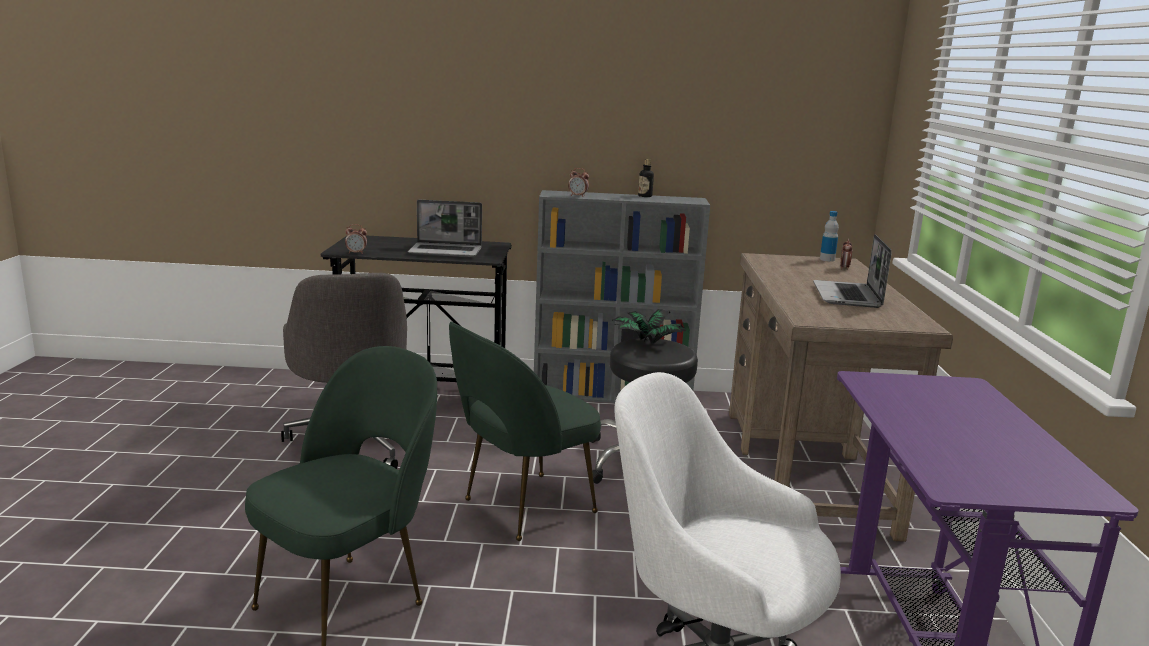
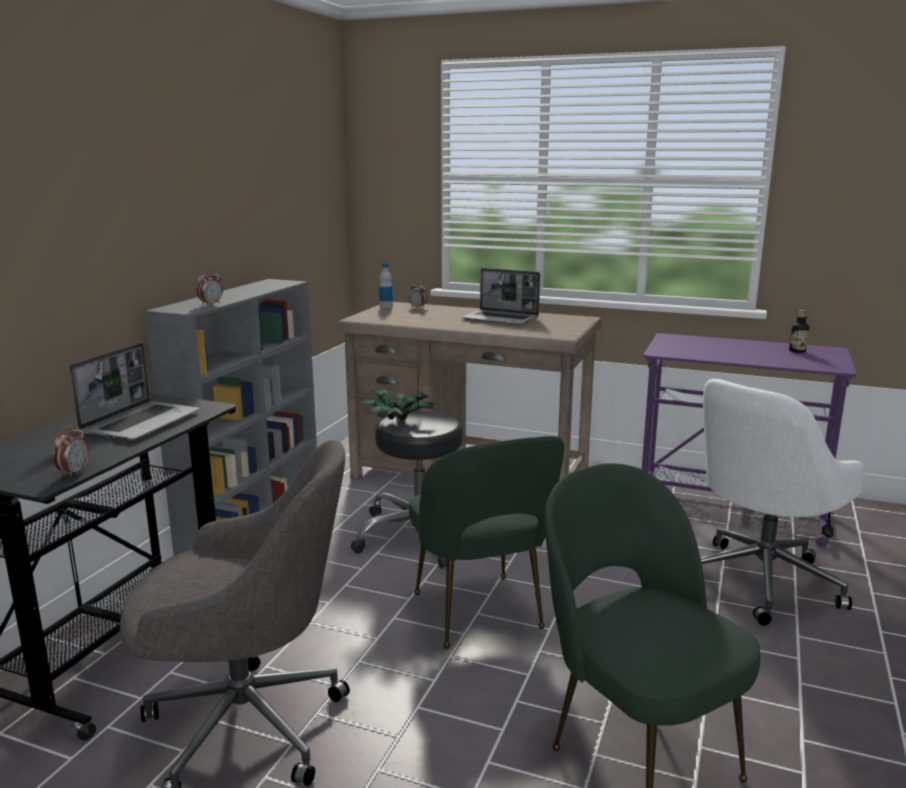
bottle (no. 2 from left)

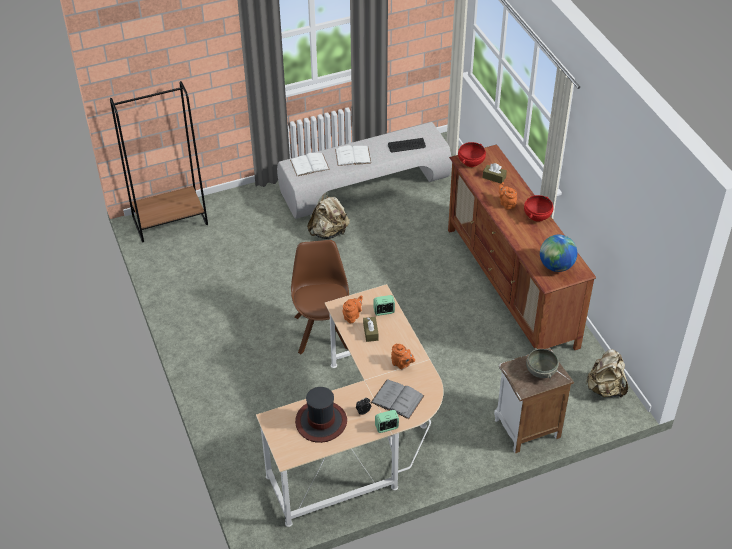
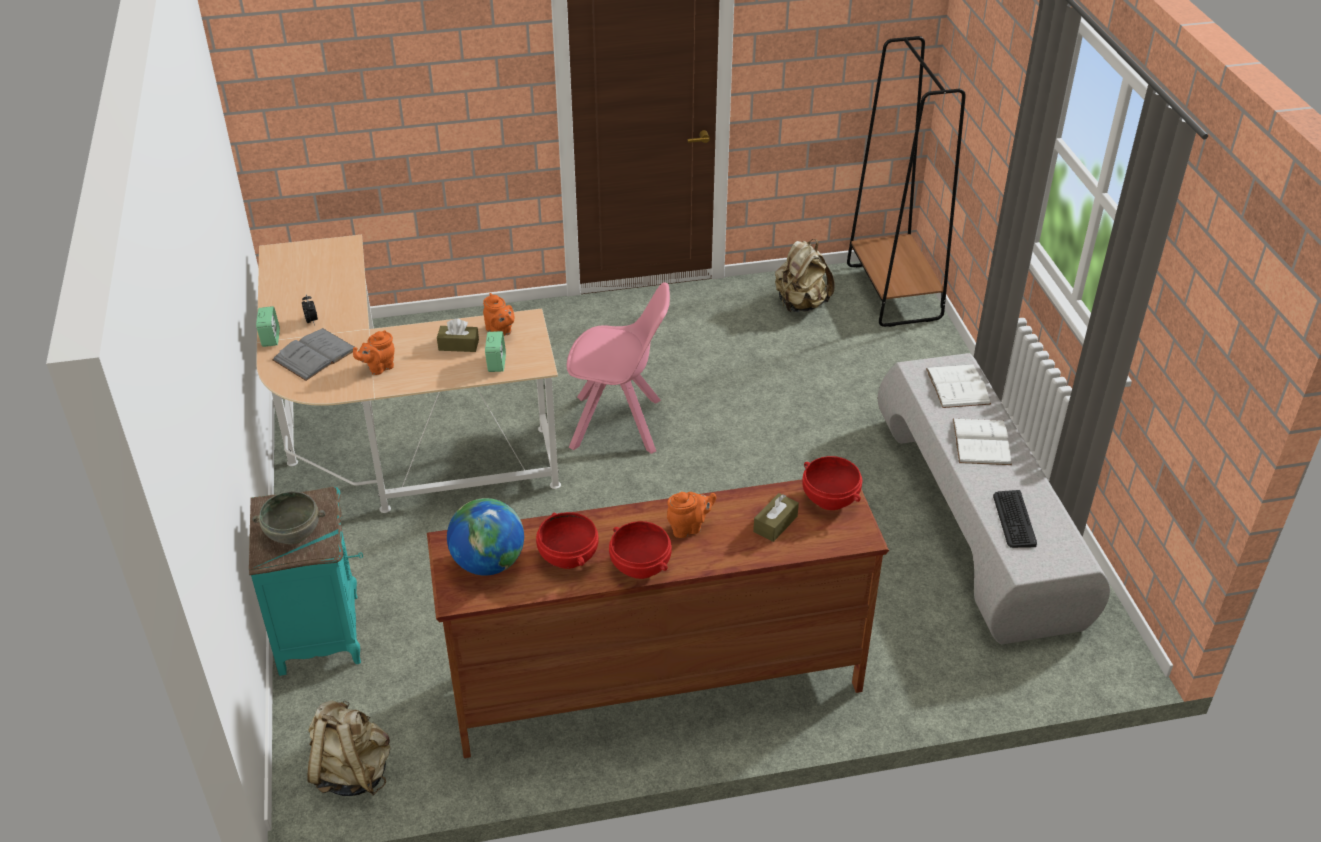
pinkish chair
hat
sand-coloured rucksack (no. 2 from left)
turquoise-coloured bedside table
red deep dish (no. 1 from left)

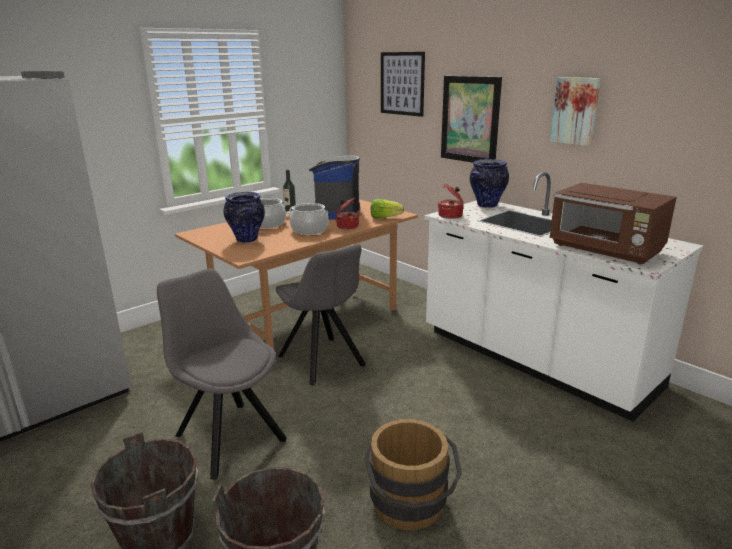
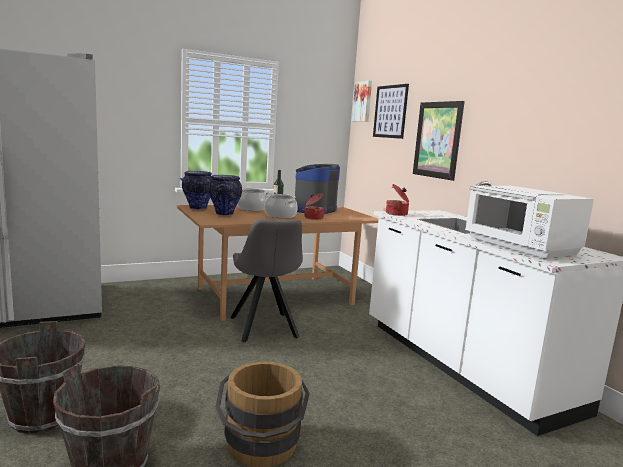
greyish chair (no. 1 from left in the first image)
lettuce
decorative vase (no. 1 from left)
white-coloured microwave
picture (no. 1 from left)

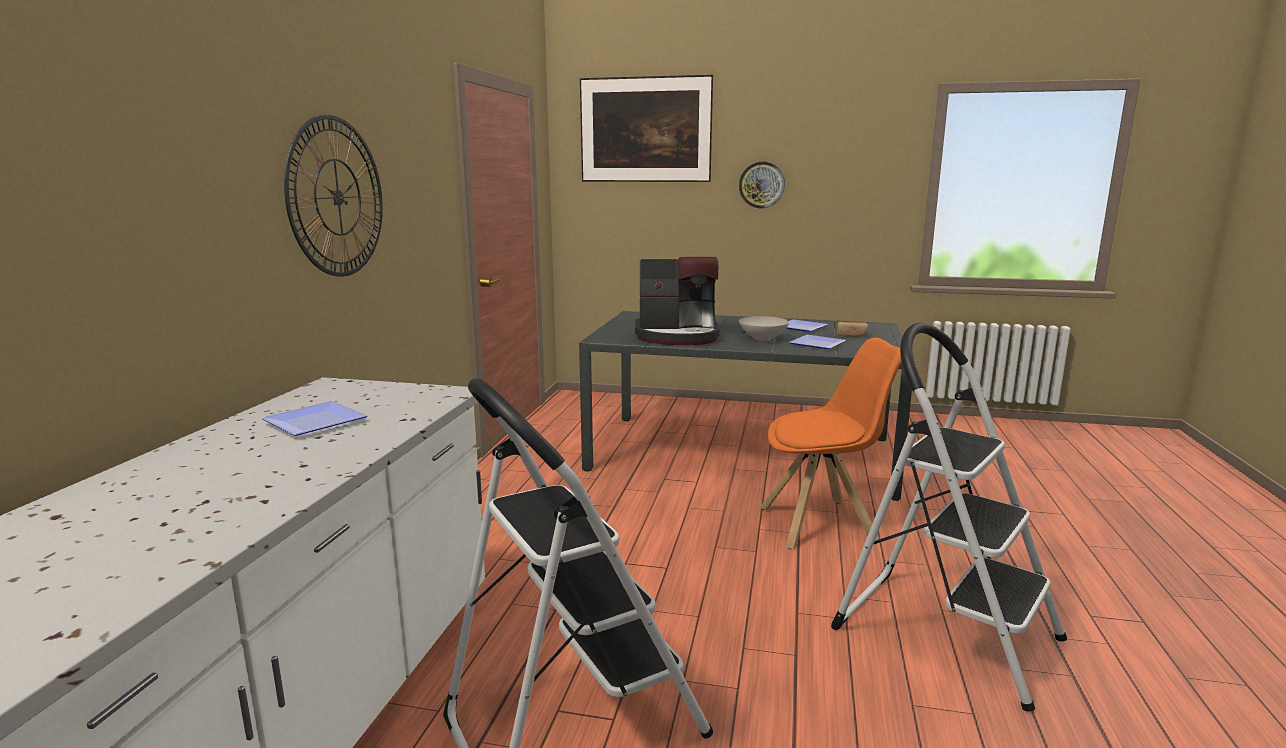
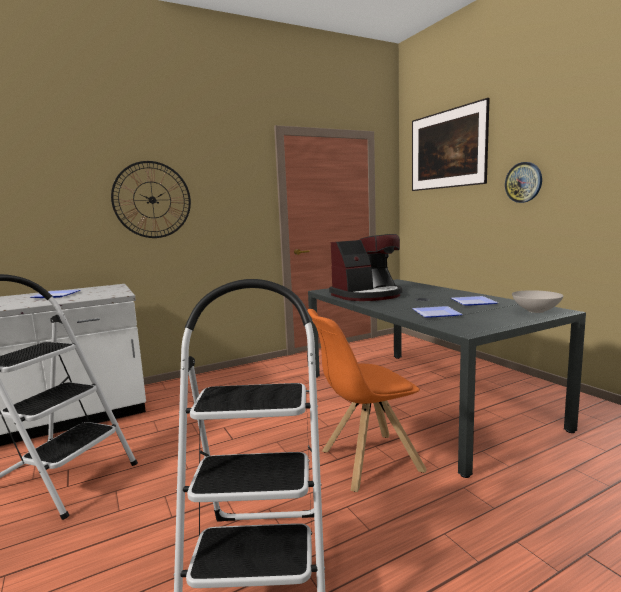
coffee brewer
white-coloured deep dish
orange chair
baked bread

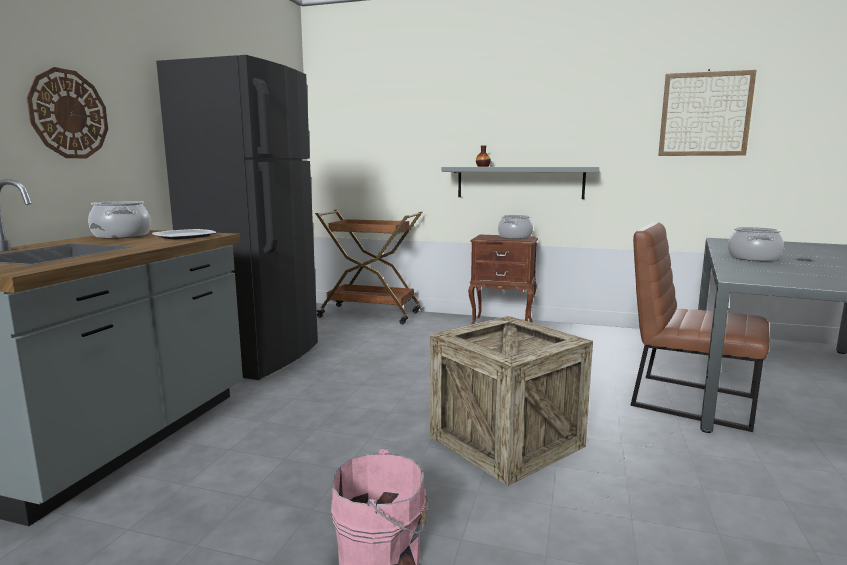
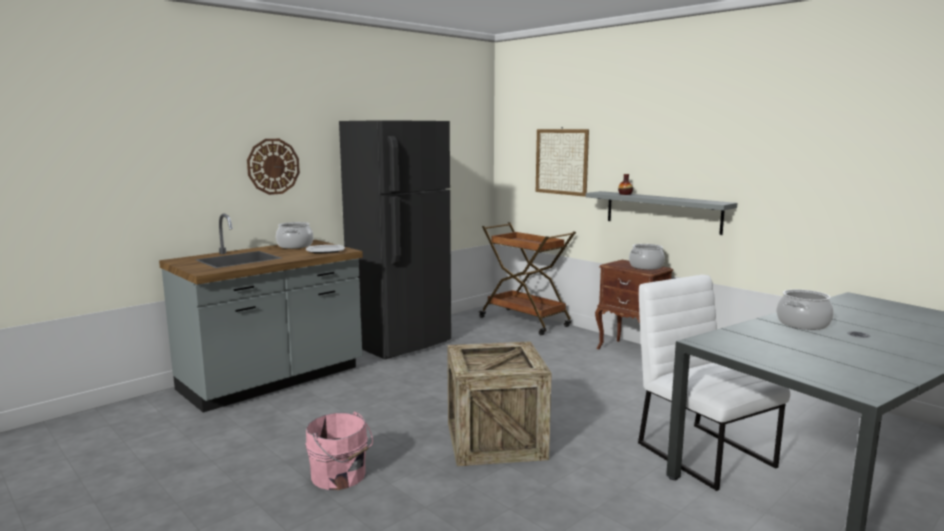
white-coloured chair
picture

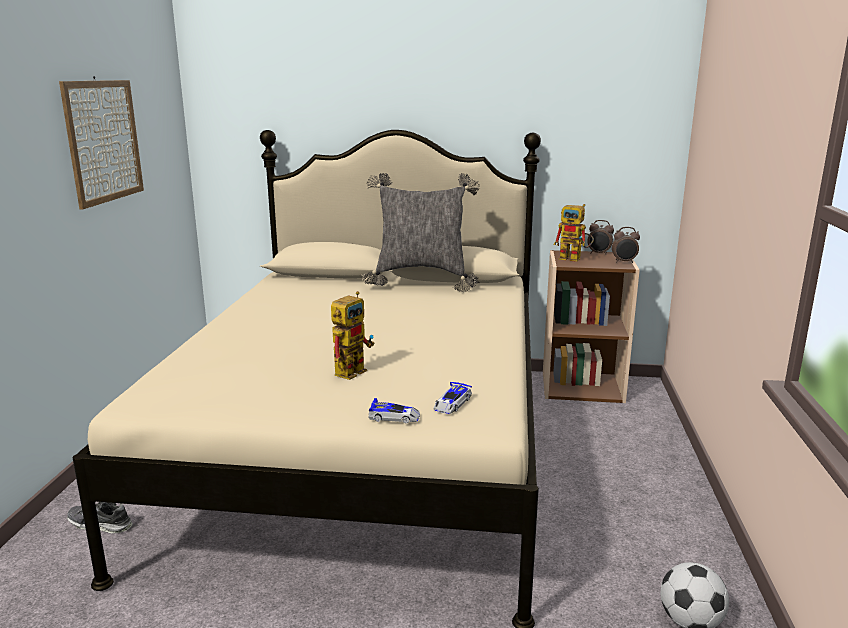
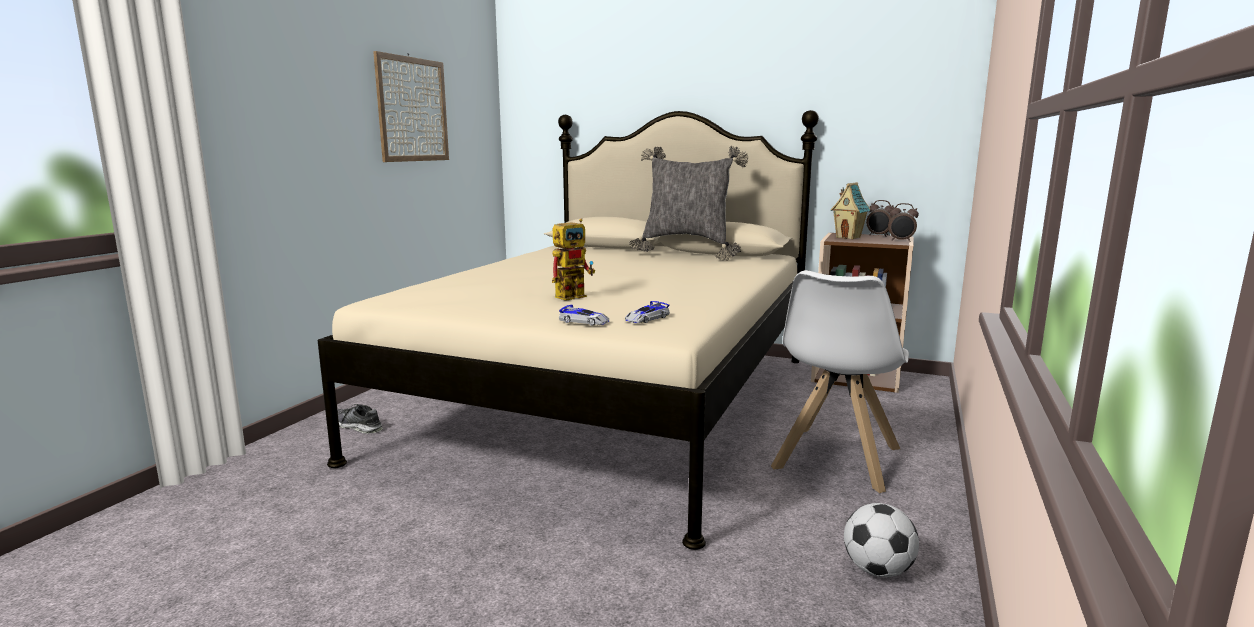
toy house
chair

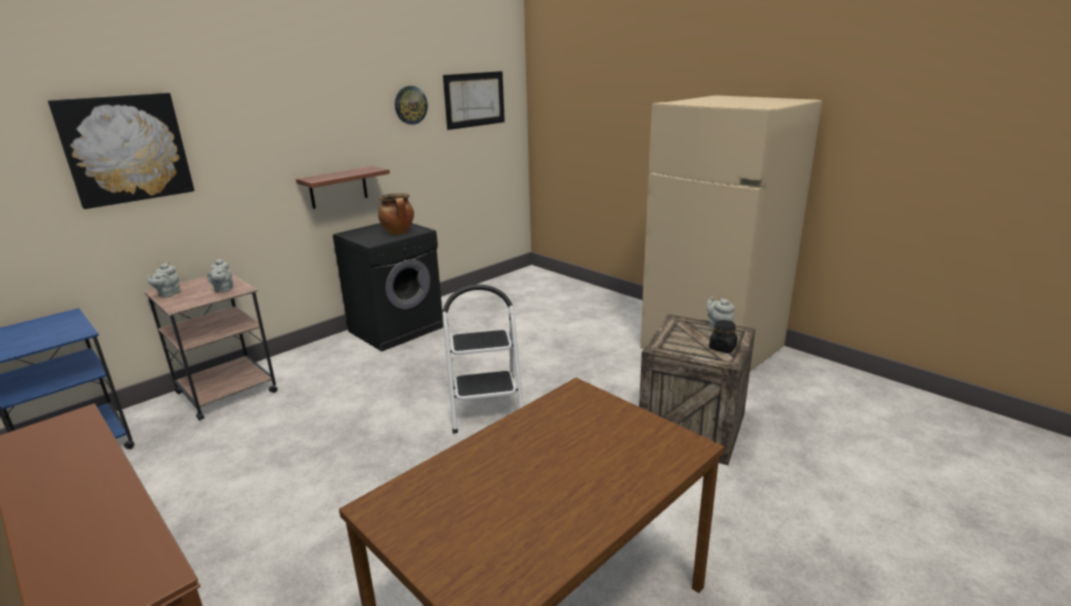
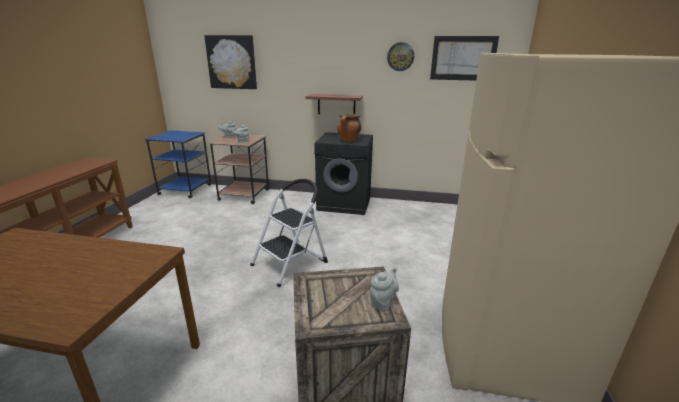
black jar

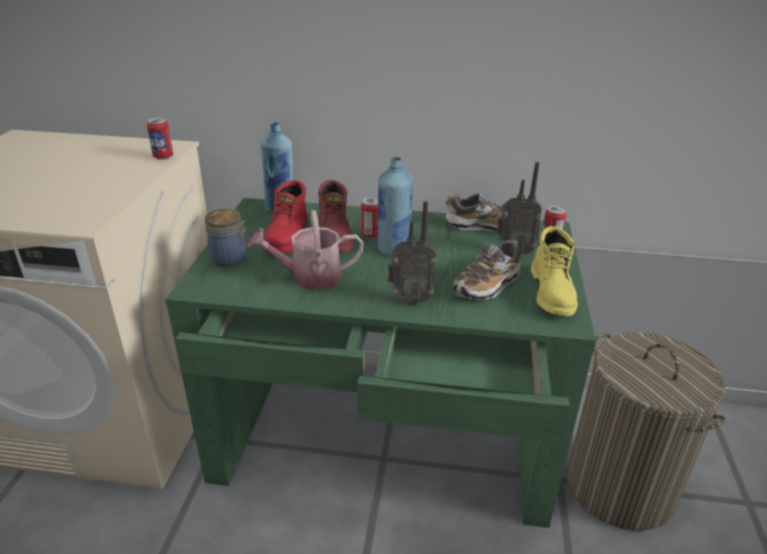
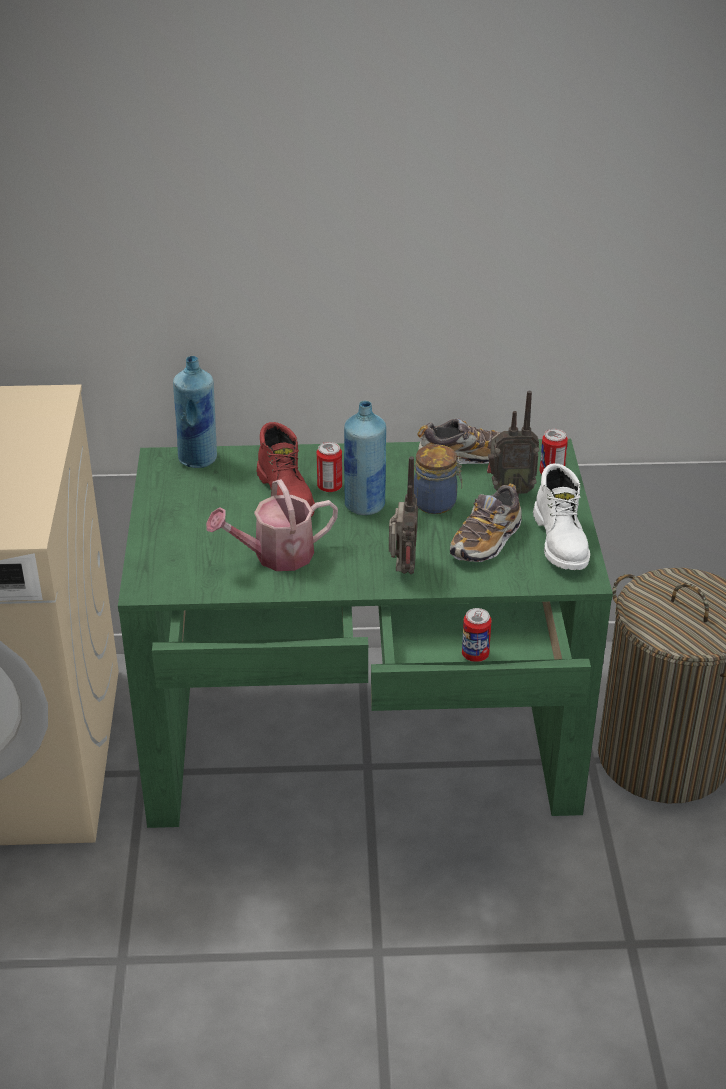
sealed can (no. 2 from left)
jar
red boot (no. 1 from left in the first image)
radio set (no. 1 from left)
white-coloured boot

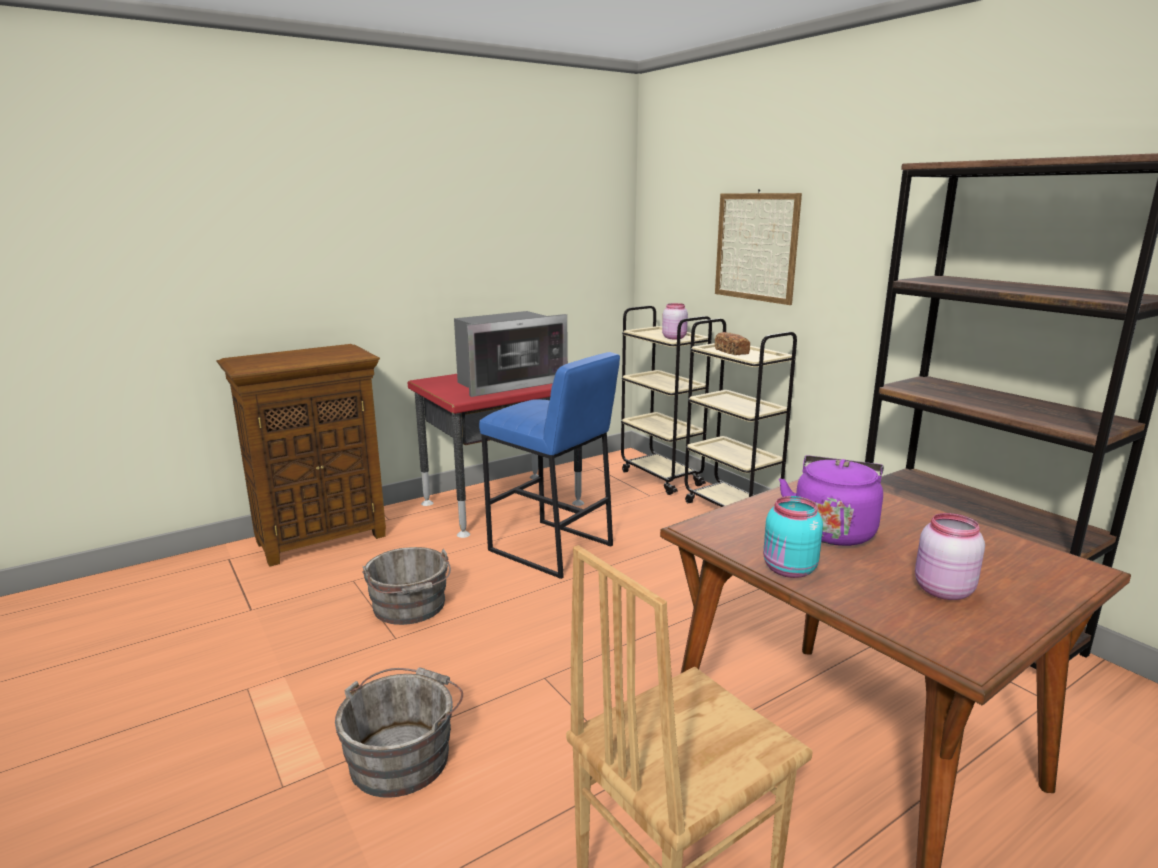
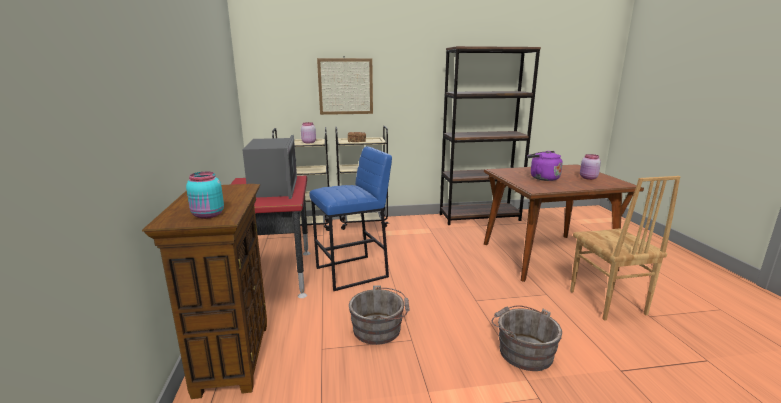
turquoise-coloured jar

